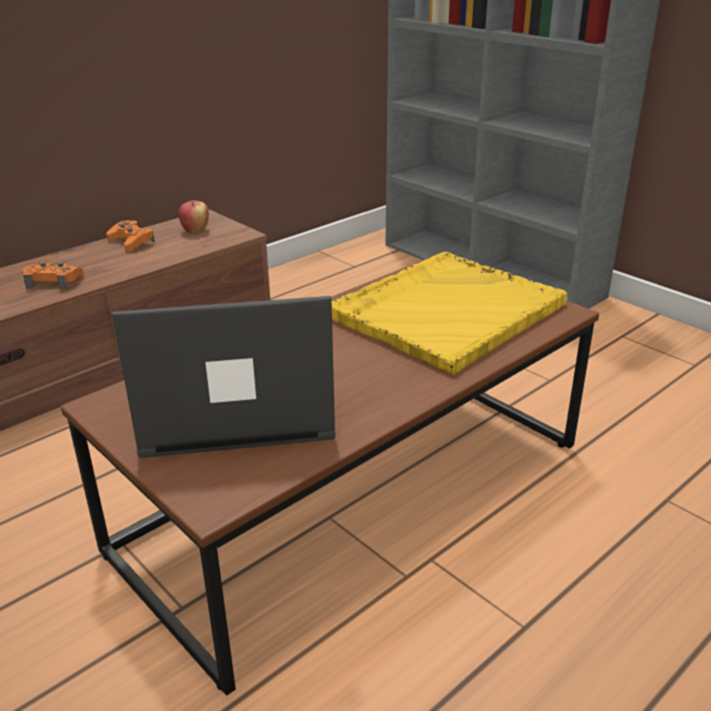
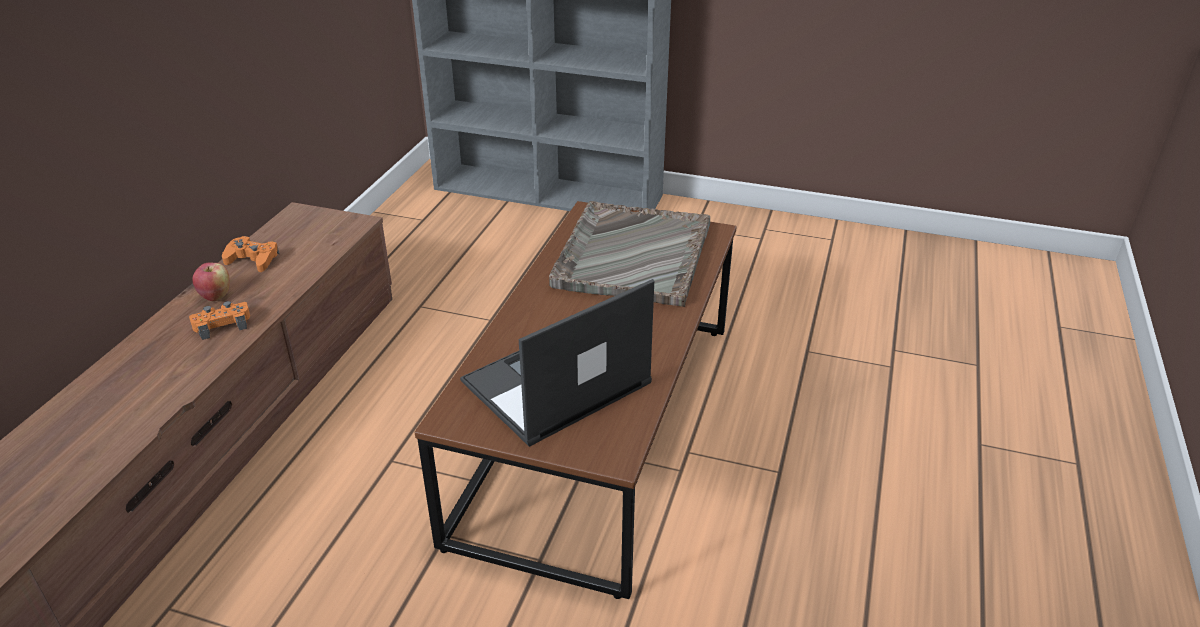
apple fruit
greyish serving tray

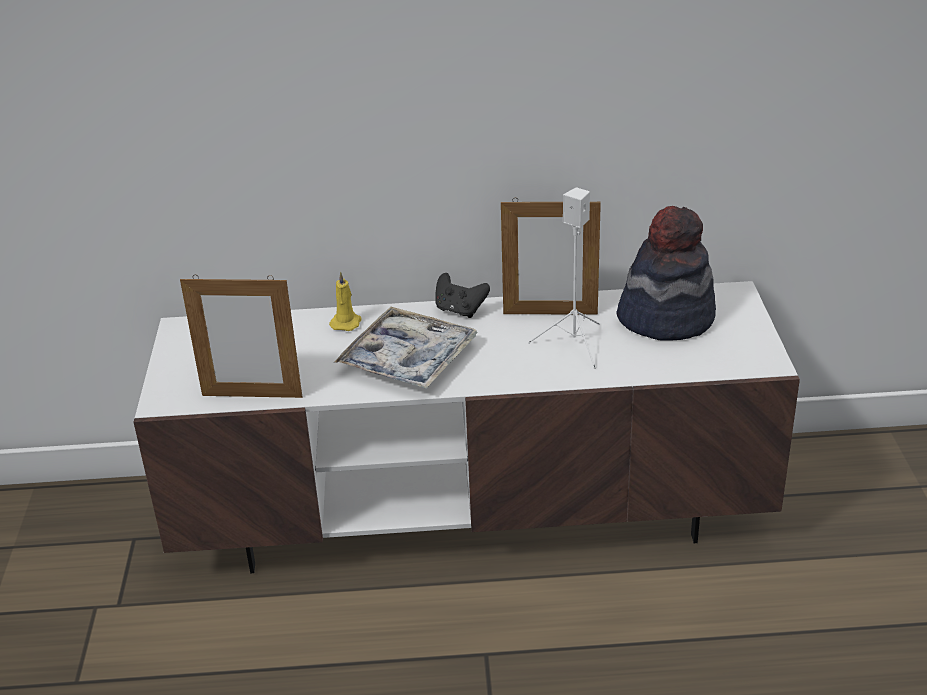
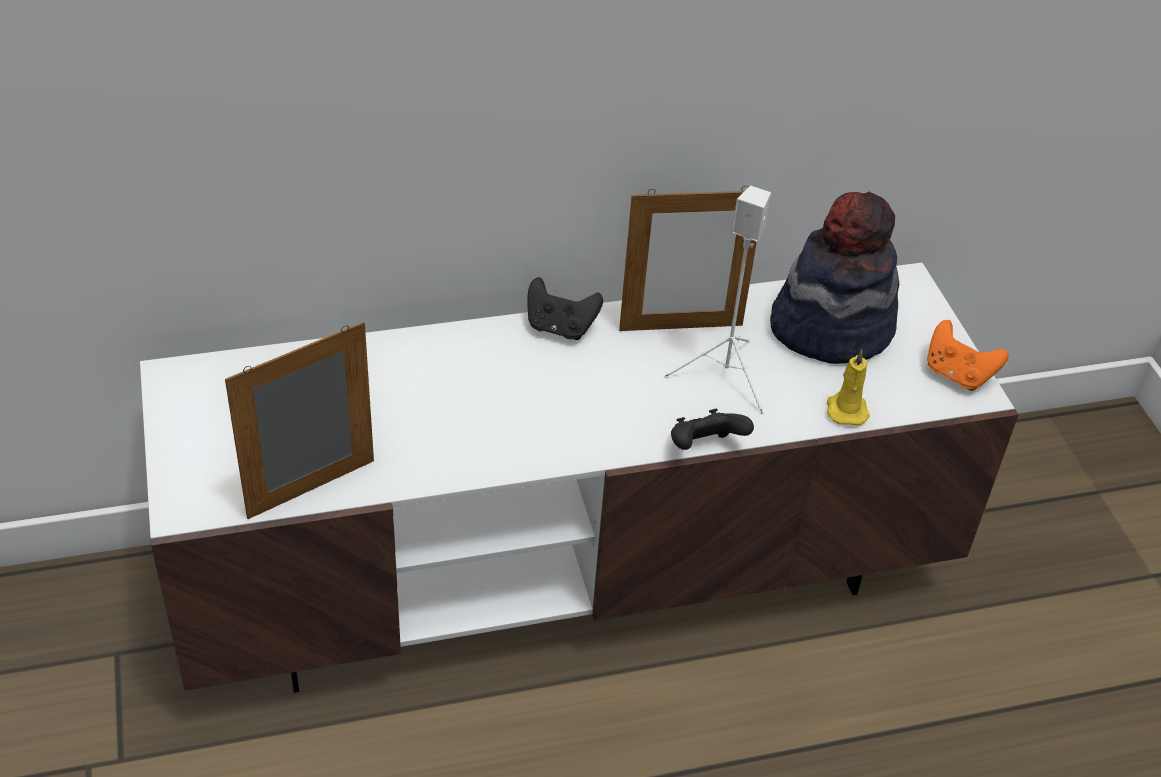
photo frame (no. 1 from left)
yellowish candle
serving tray
black gamepad (no. 2 from left)
orange gamepad

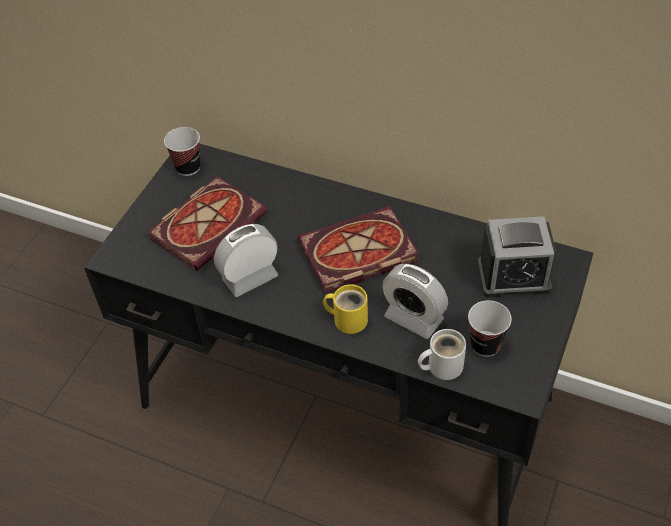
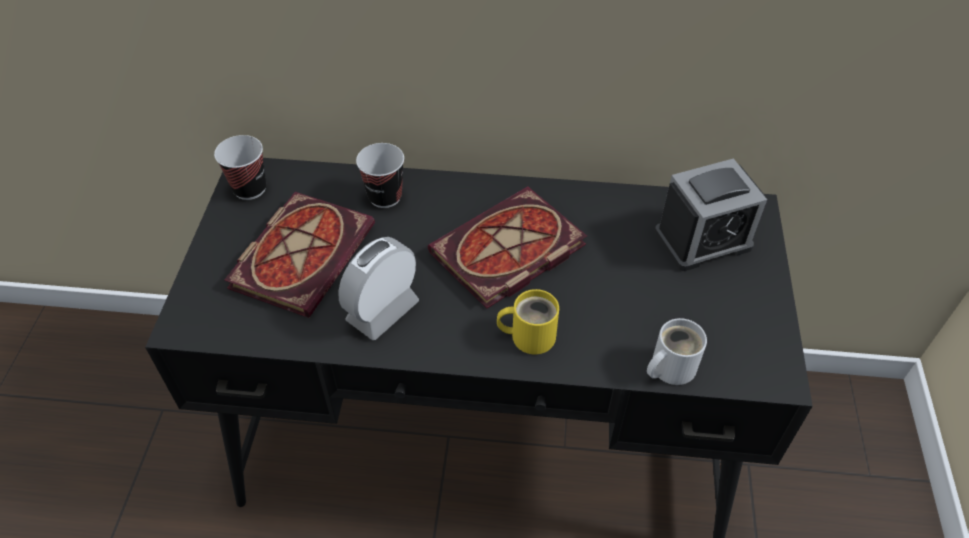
table clock (no. 2 from left in the first image)
drinking cup (no. 2 from left)

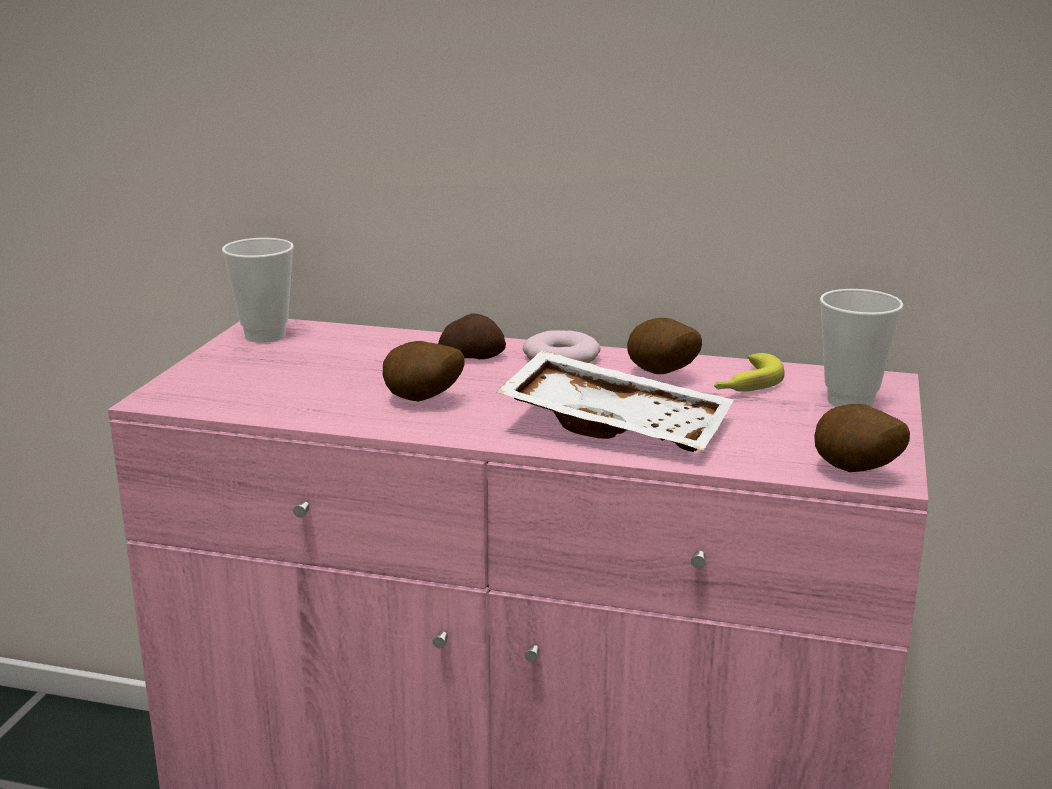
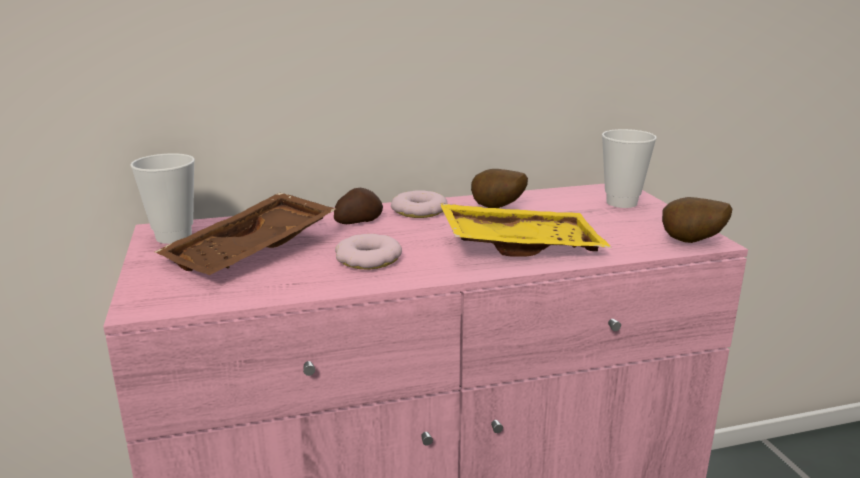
donut (no. 1 from left)
yellowish serving tray
whole banana
brown-coloured serving tray

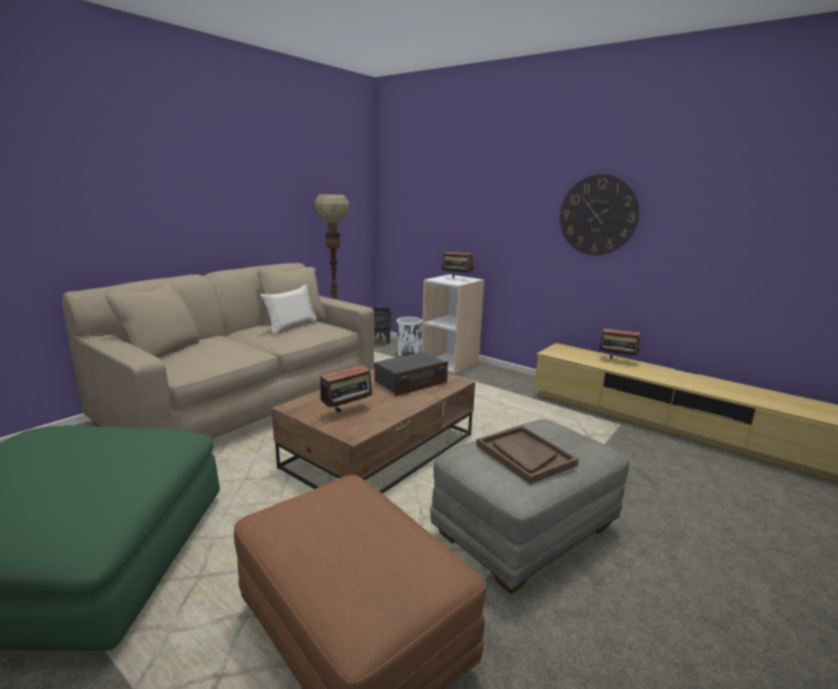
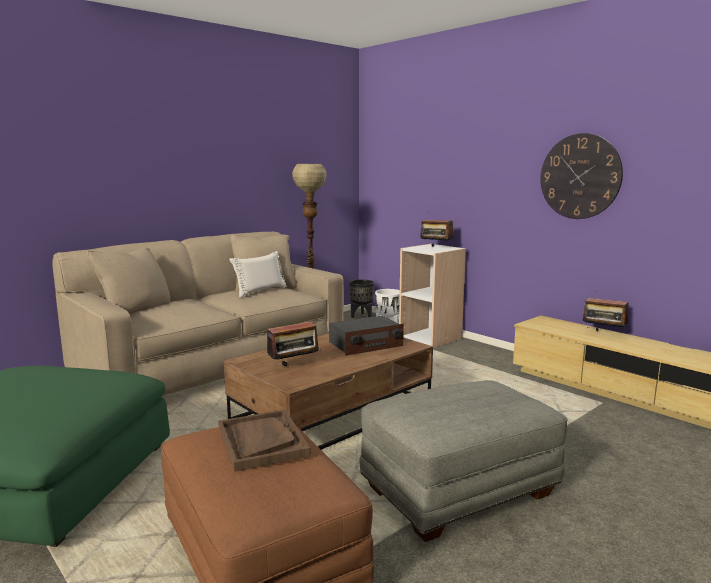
brown-coloured serving tray

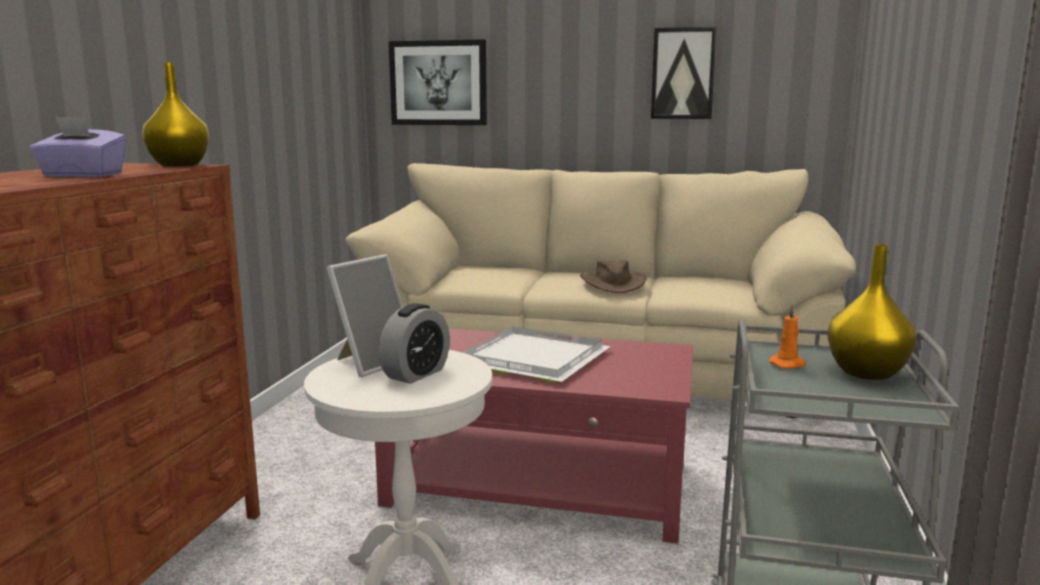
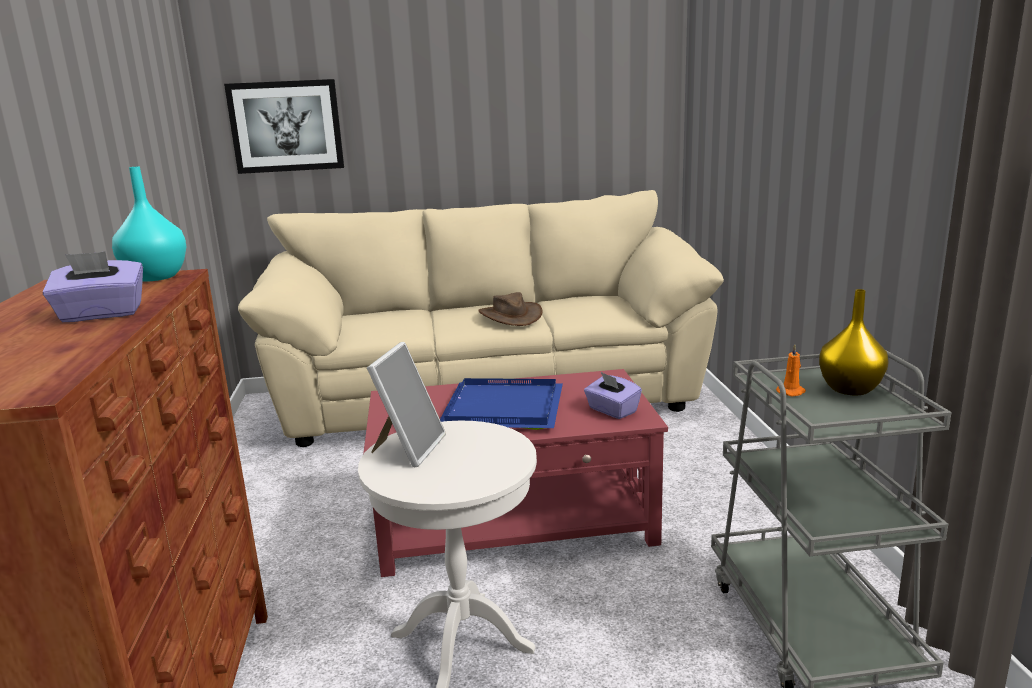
turquoise-coloured decorative vase
table clock
blue serving tray
picture (no. 2 from left in the first image)
purple tissue box (no. 2 from left)

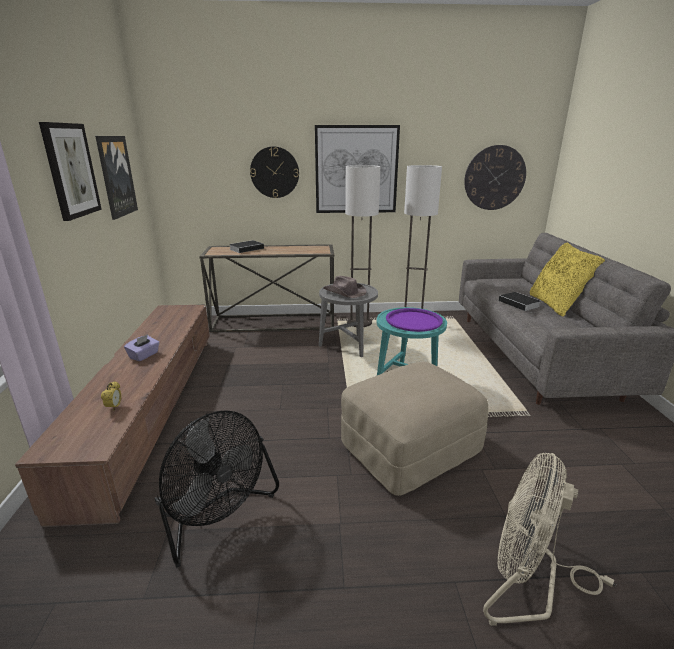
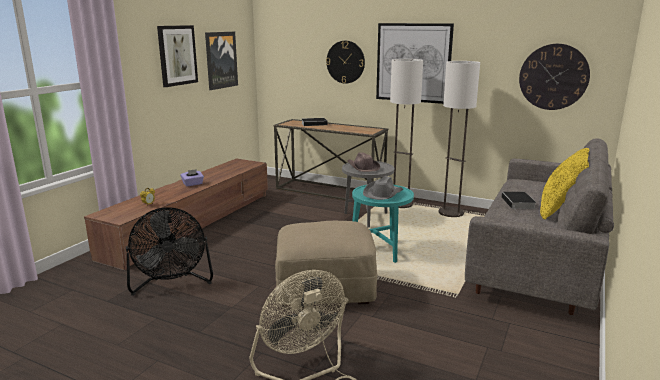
greyish hat

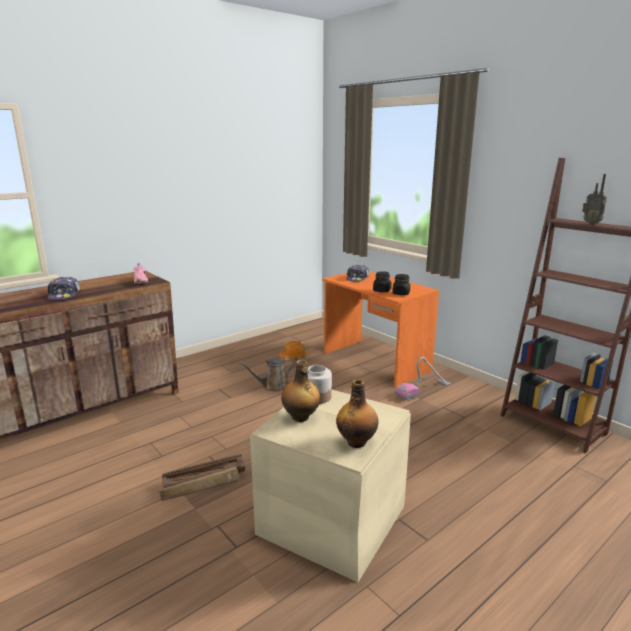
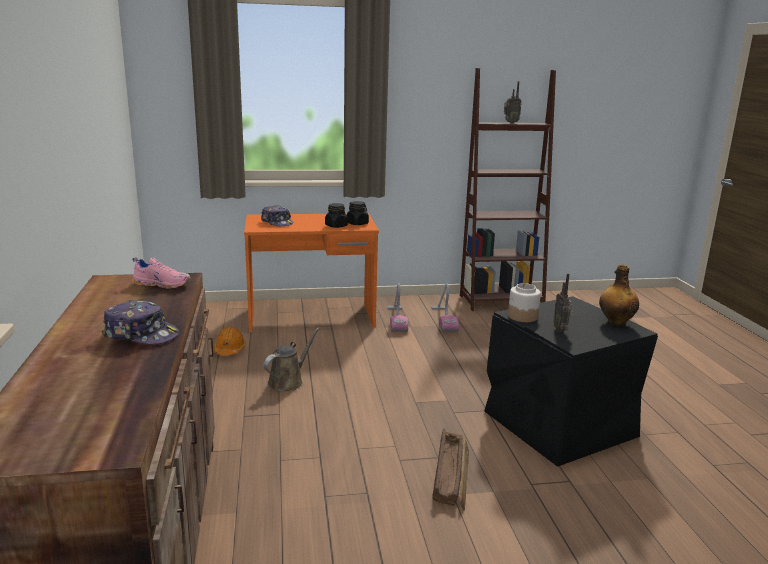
brown-coloured sprinkling can
black storage box
radio set (no. 2 from left)
vacuum cleaner (no. 2 from left)

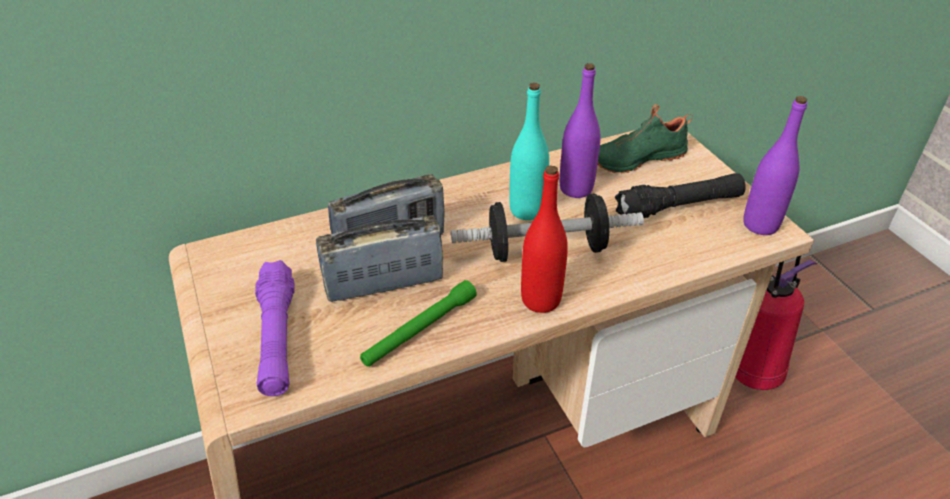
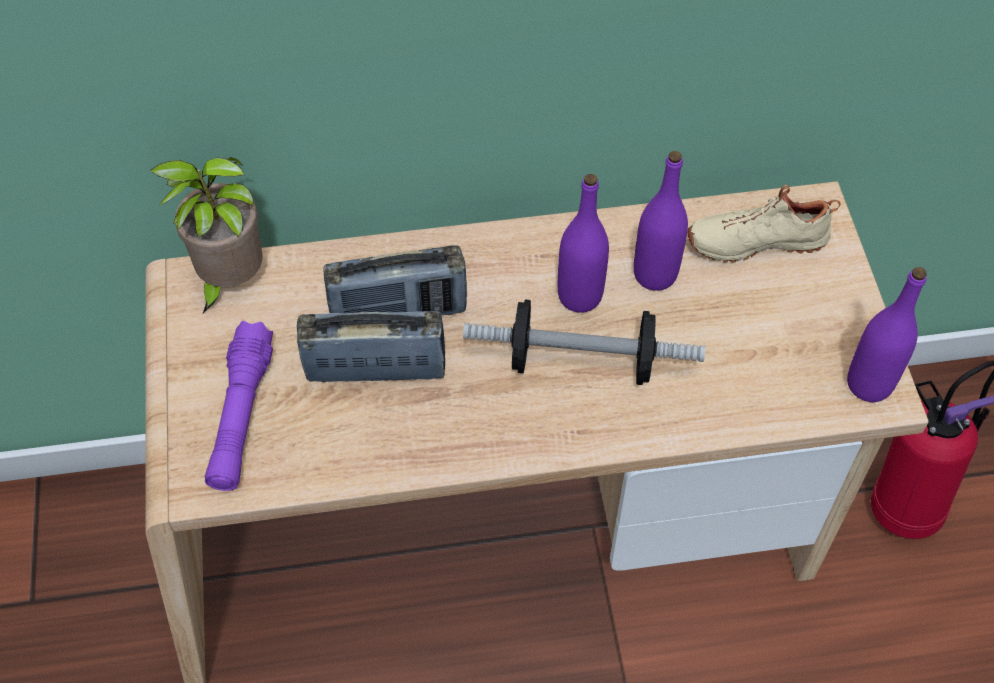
green torch
purple bottle (no. 1 from left)
red bottle
sand-coloured low shoe
black torch
houseplant

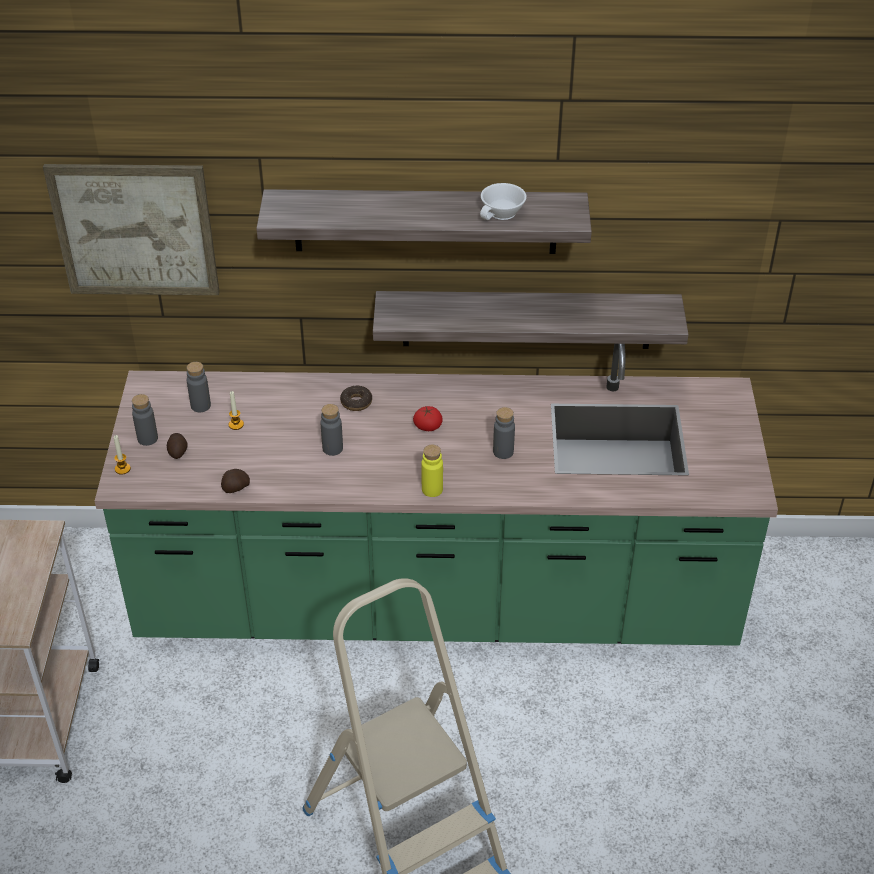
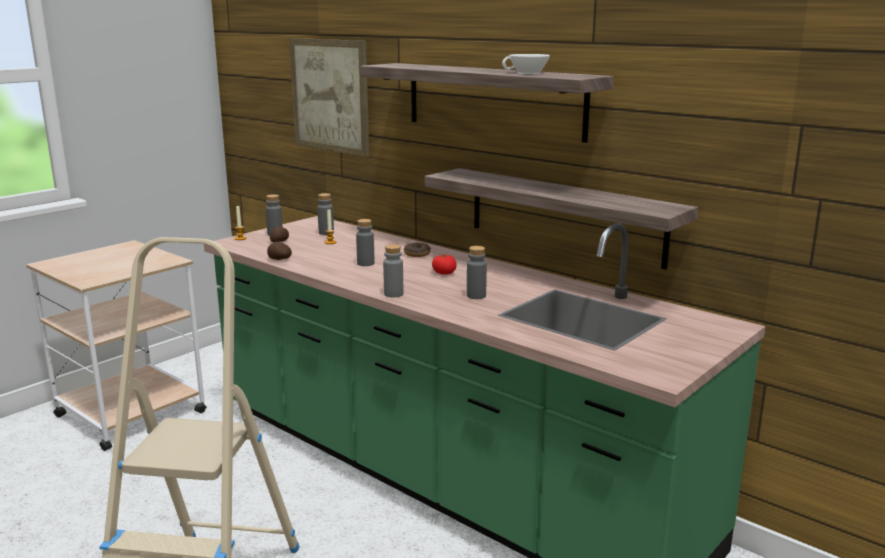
greyish bottle (no. 4 from left)

